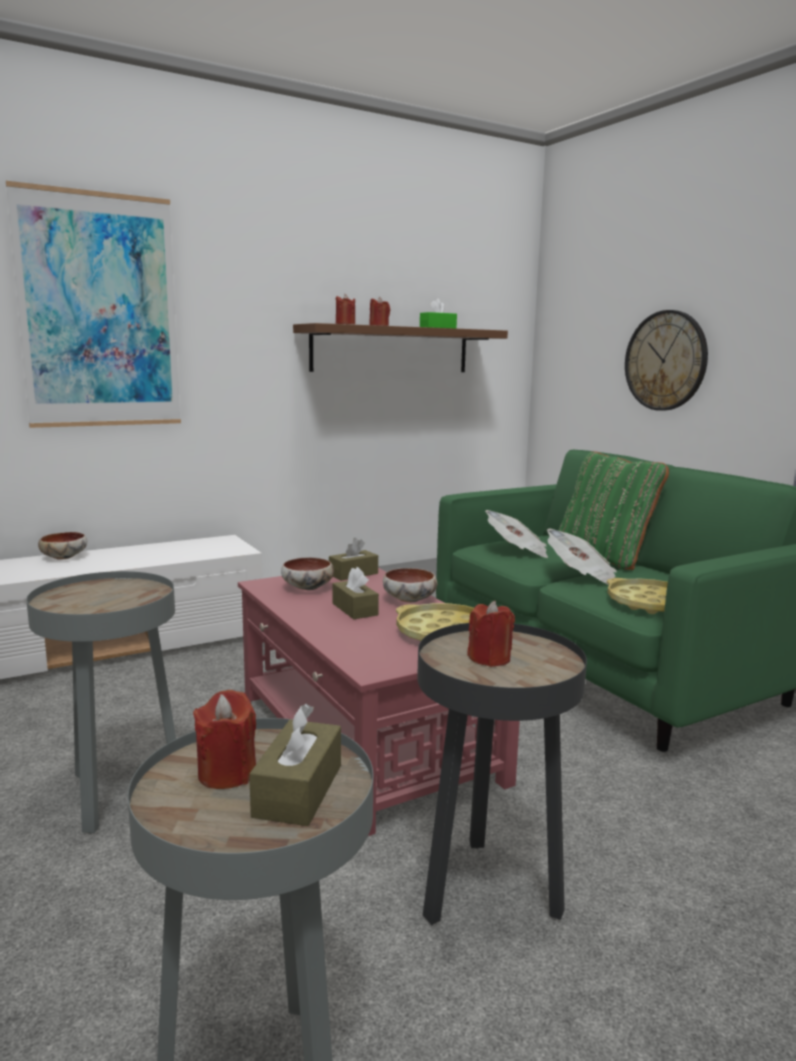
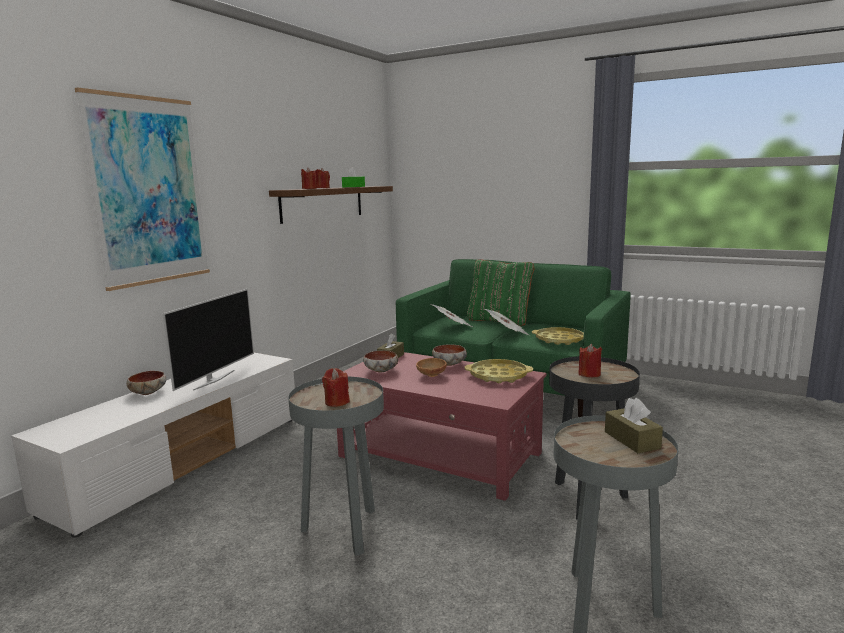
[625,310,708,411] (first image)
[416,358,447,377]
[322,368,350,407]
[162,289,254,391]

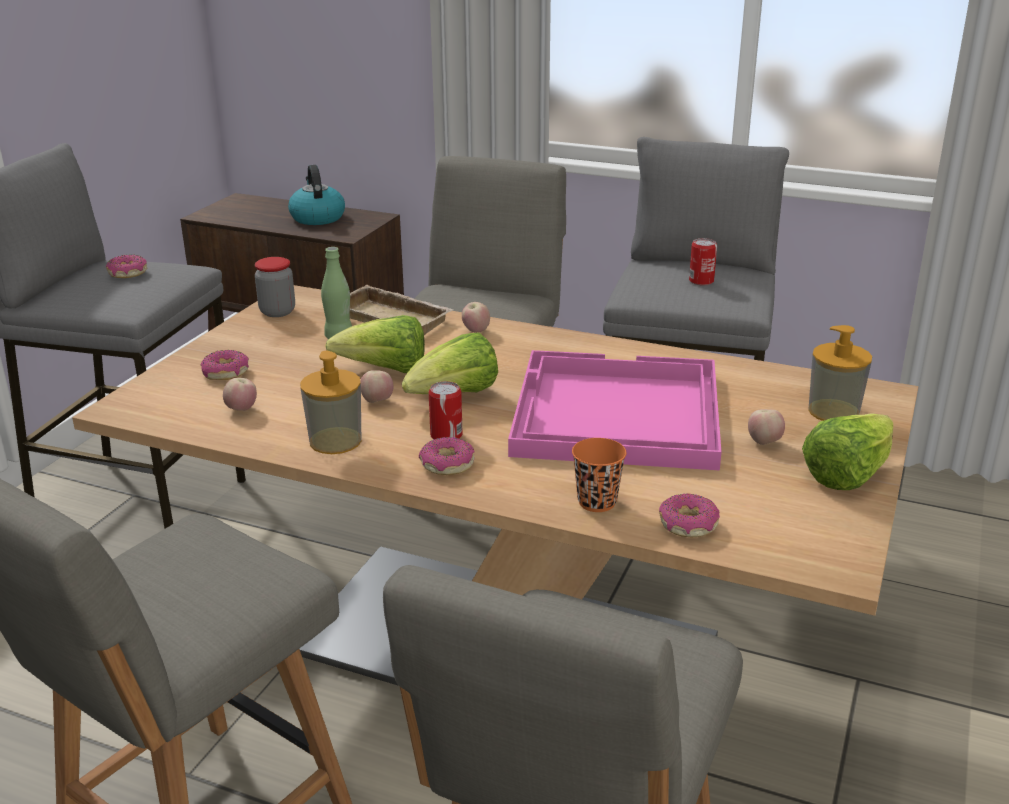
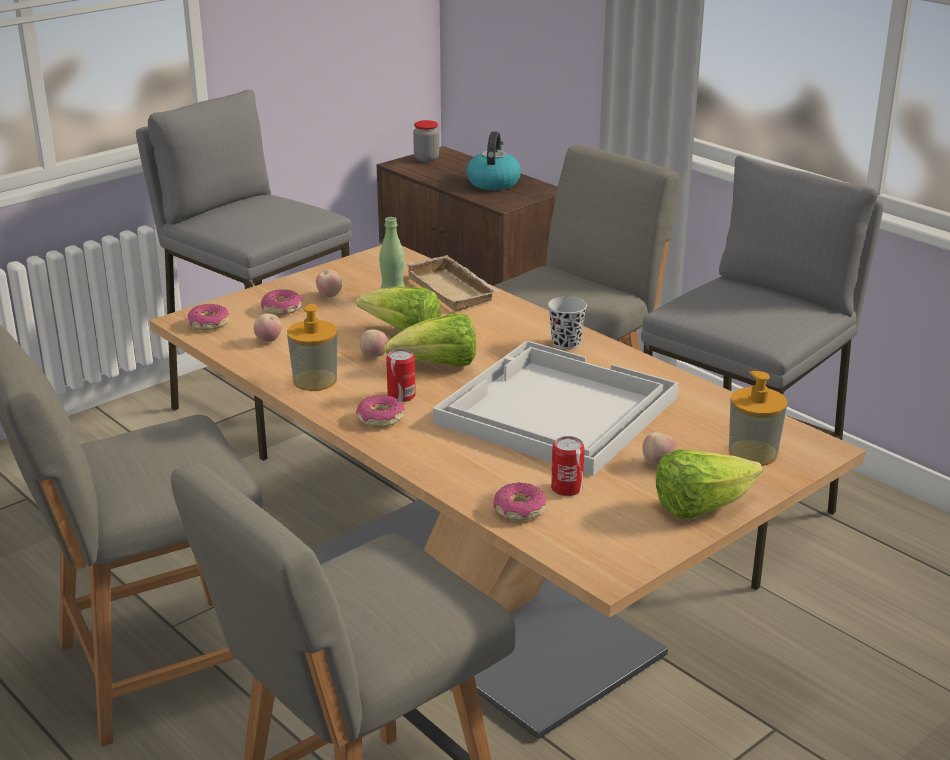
[551,436,585,496]
[188,304,229,330]
[413,120,439,162]
[316,269,342,297]
[433,341,678,476]
[572,438,626,512] (first image)
[548,297,587,350]

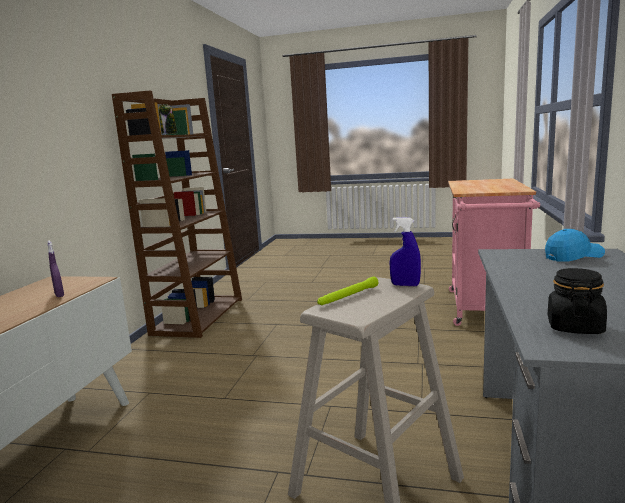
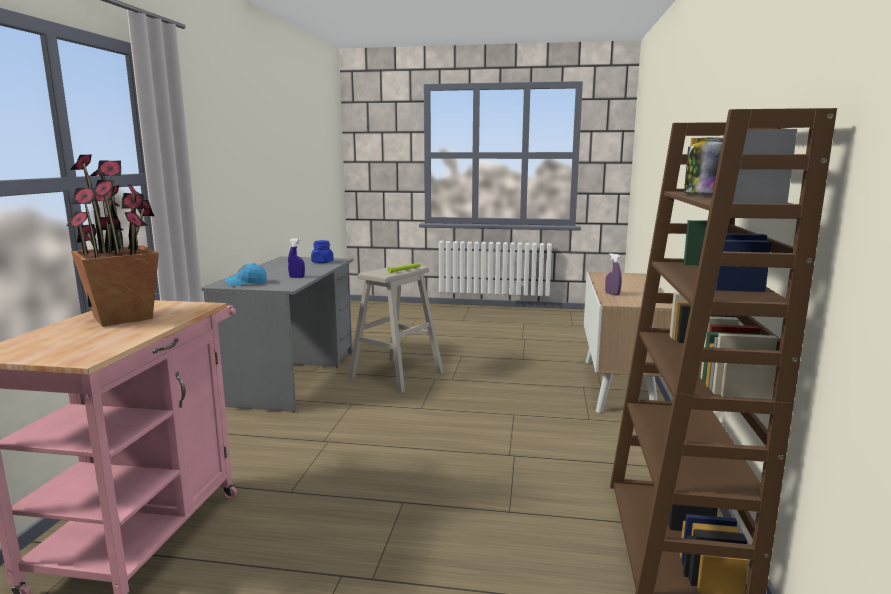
[288,238,305,278]
[311,240,334,263]
[66,154,159,327]

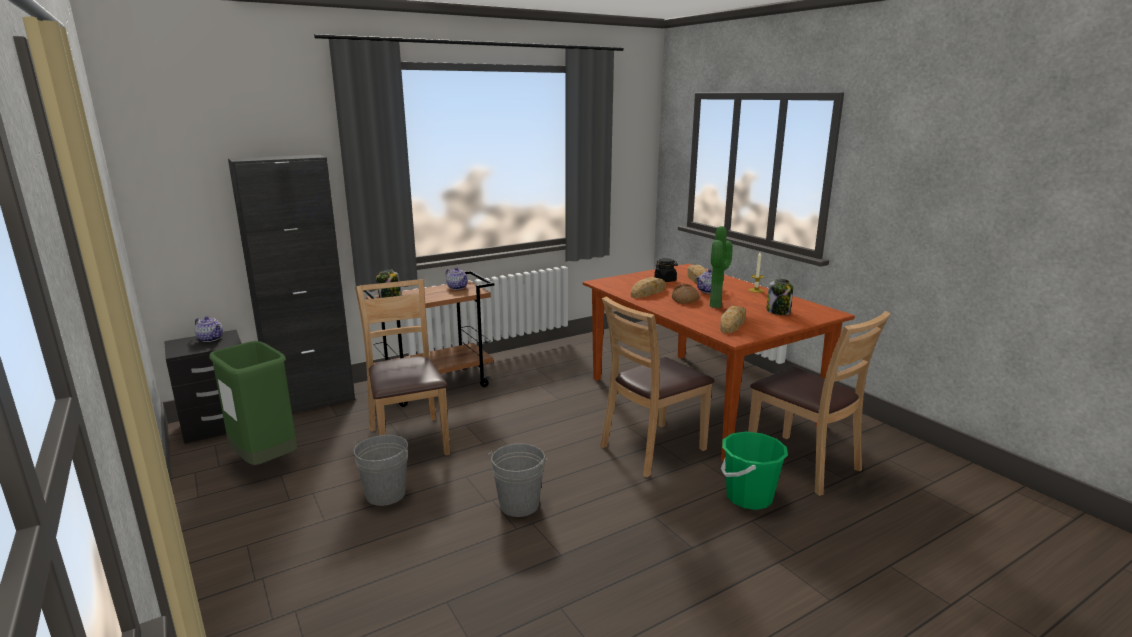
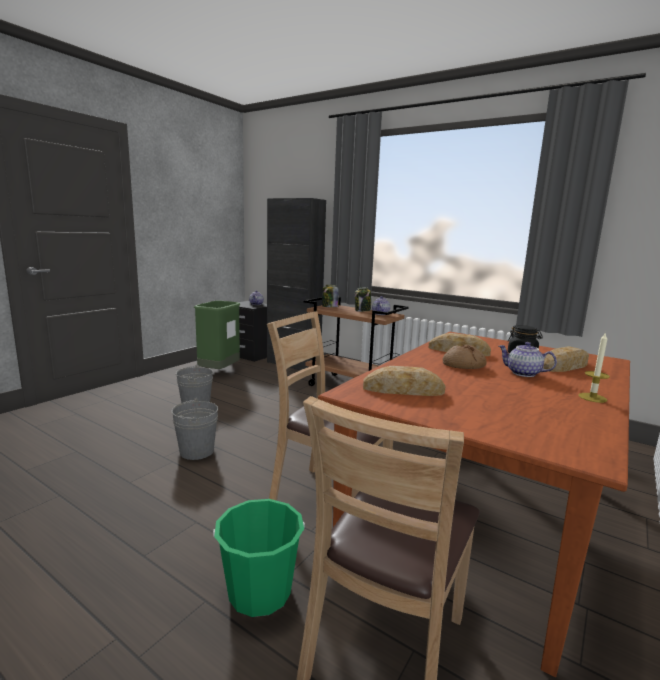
[710,226,733,308] (first image)
[355,287,371,312]
[355,279,450,456] (first image)

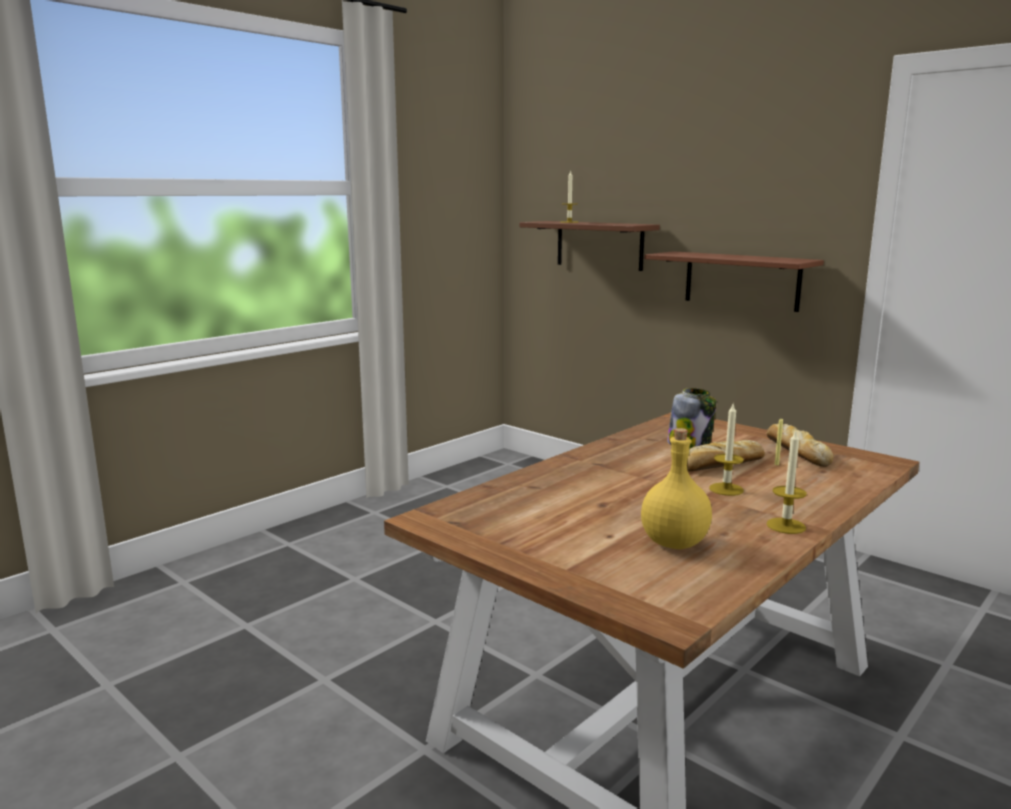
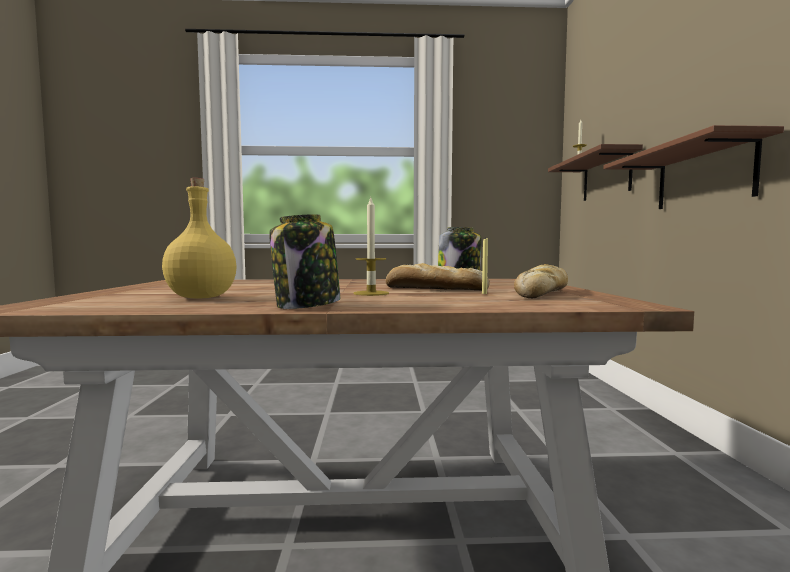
[269,214,340,309]

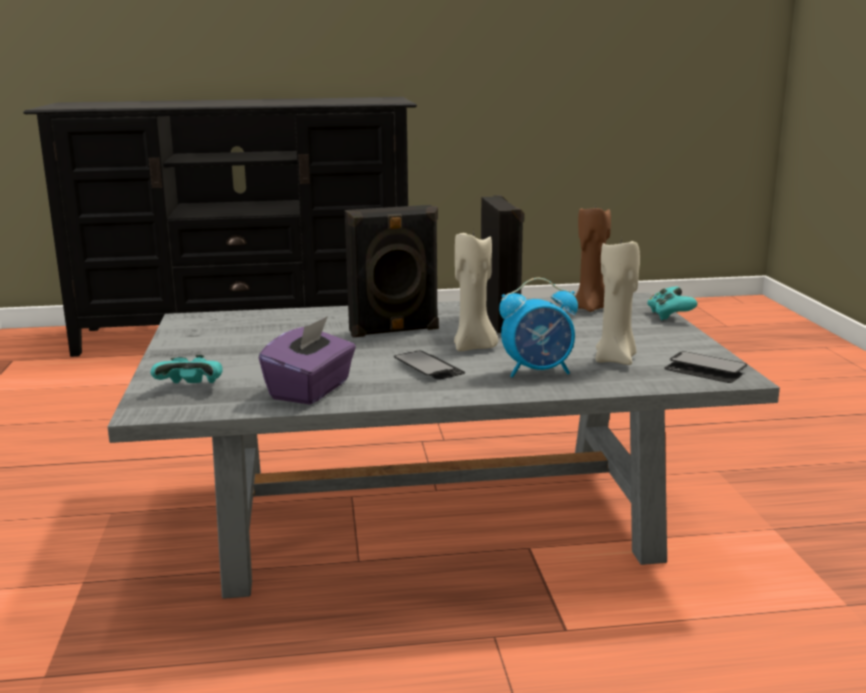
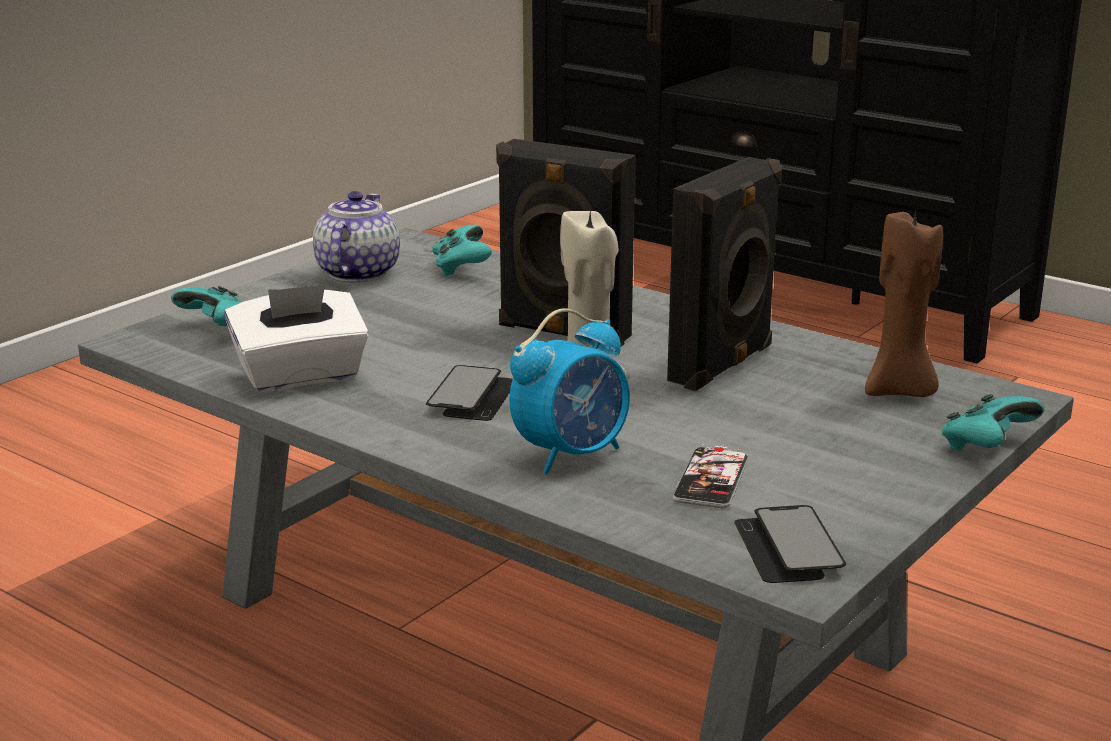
[672,444,749,508]
[509,308,630,475]
[225,284,369,392]
[313,191,400,282]
[432,225,492,276]

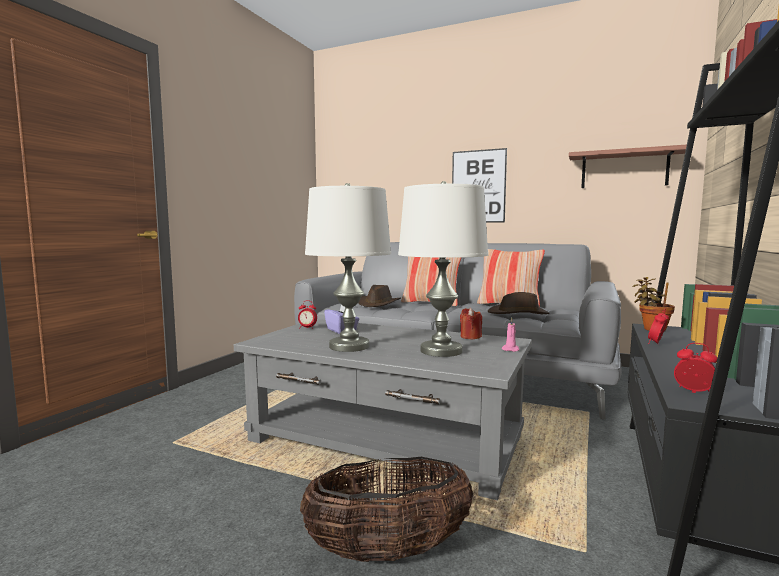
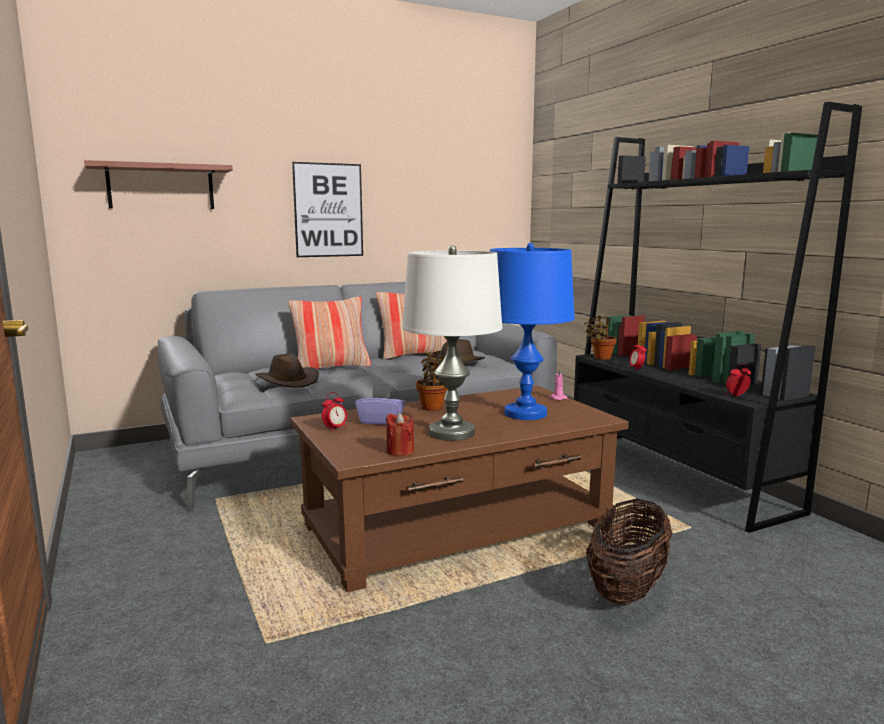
[84,160,233,209]
[490,243,575,420]
[386,413,414,456]
[290,386,629,593]
[416,351,448,411]

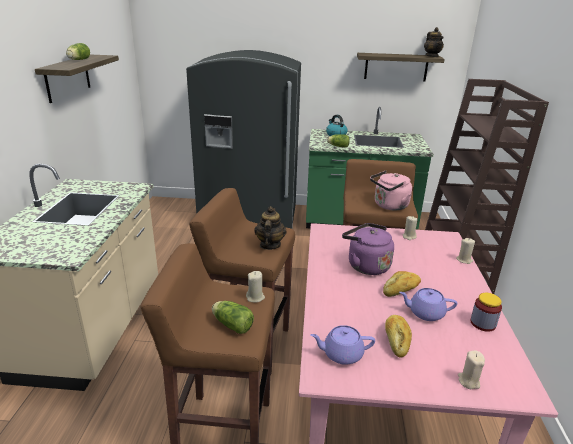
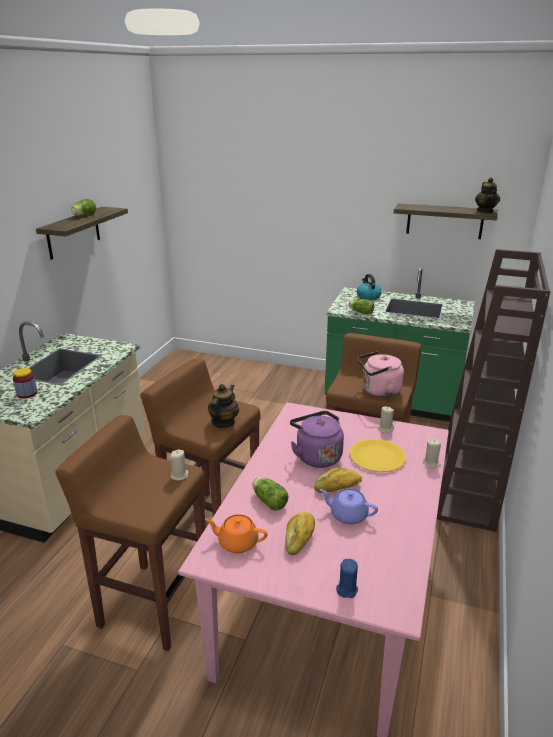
[186,50,301,229] (first image)
[13,368,38,398]
[253,478,288,510]
[205,514,268,553]
[336,559,358,598]
[350,439,406,472]

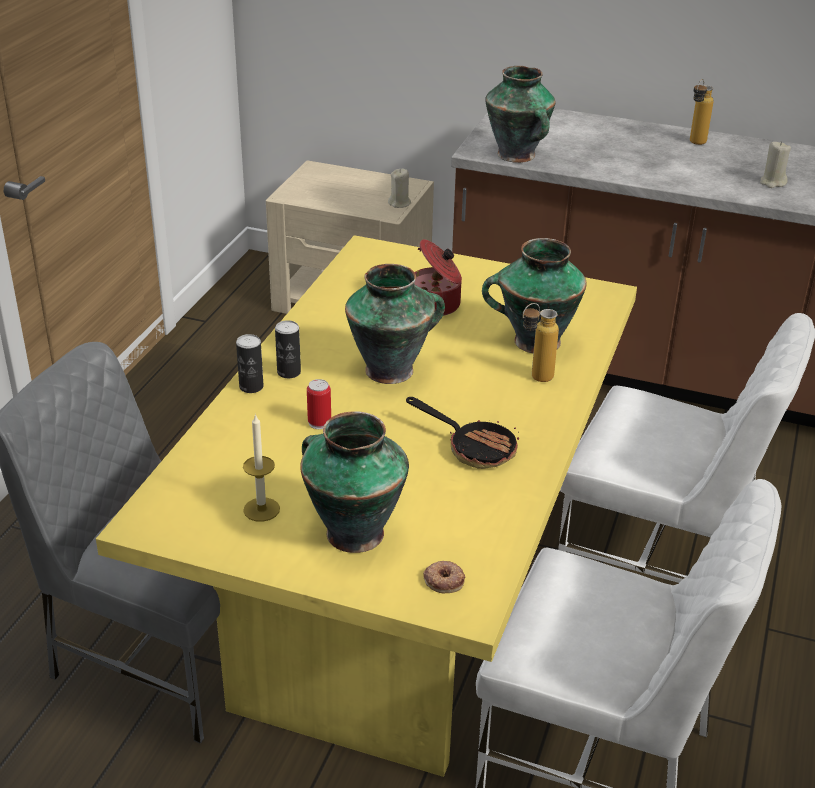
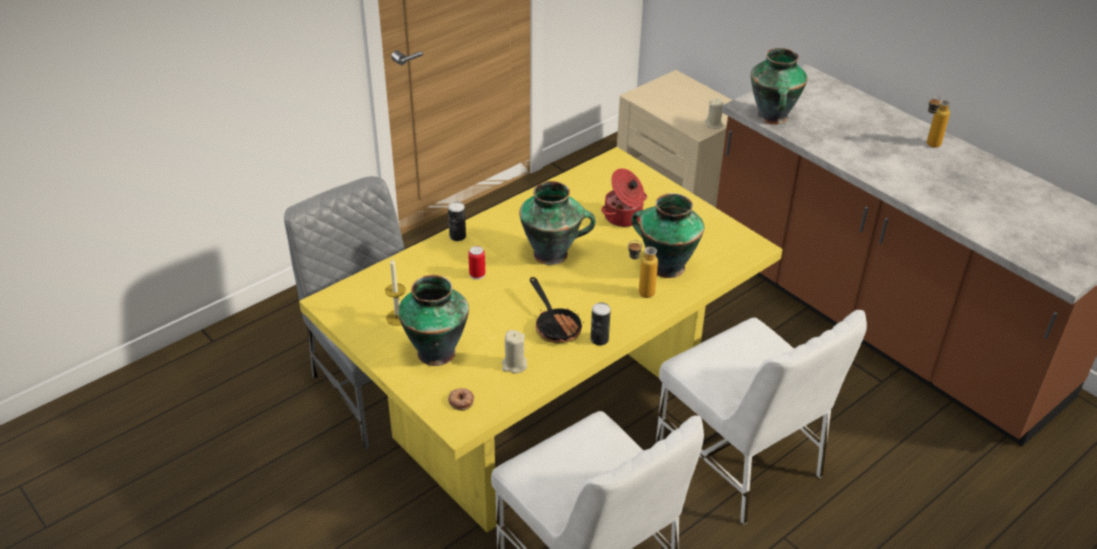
[502,330,527,373]
[591,302,611,345]

